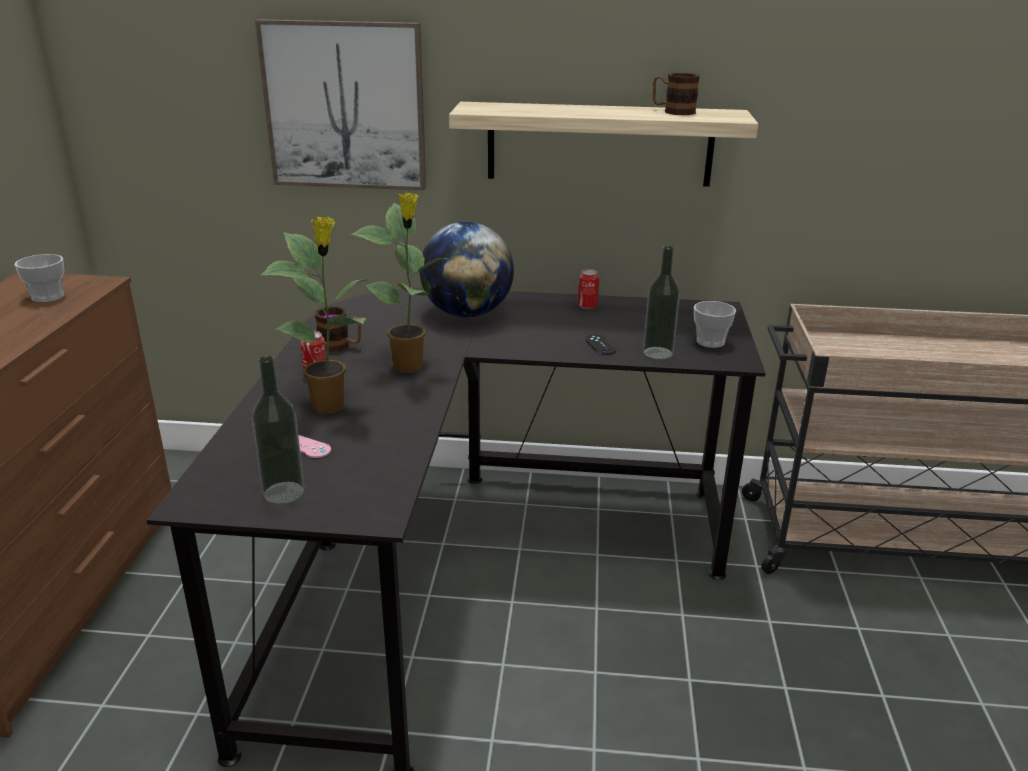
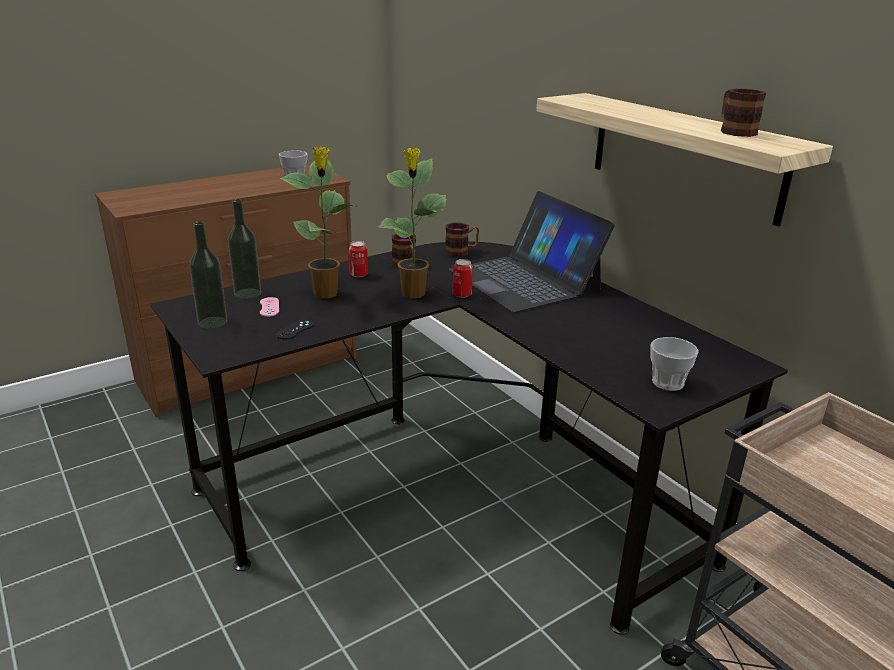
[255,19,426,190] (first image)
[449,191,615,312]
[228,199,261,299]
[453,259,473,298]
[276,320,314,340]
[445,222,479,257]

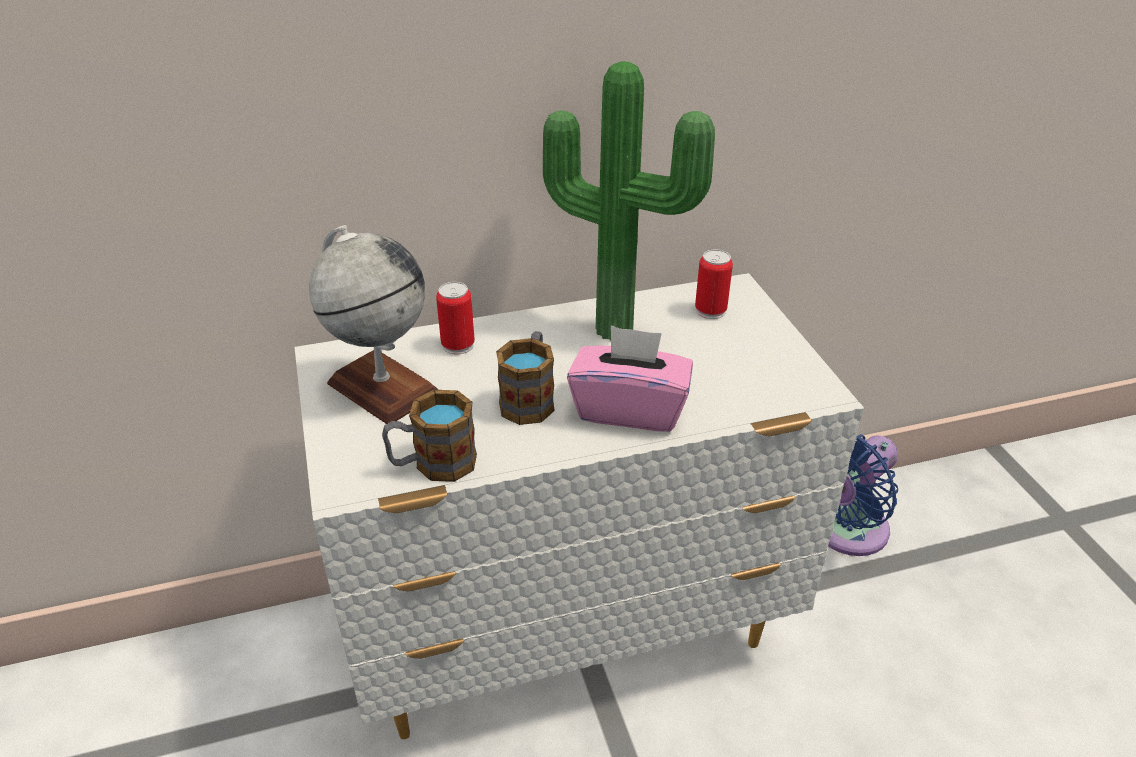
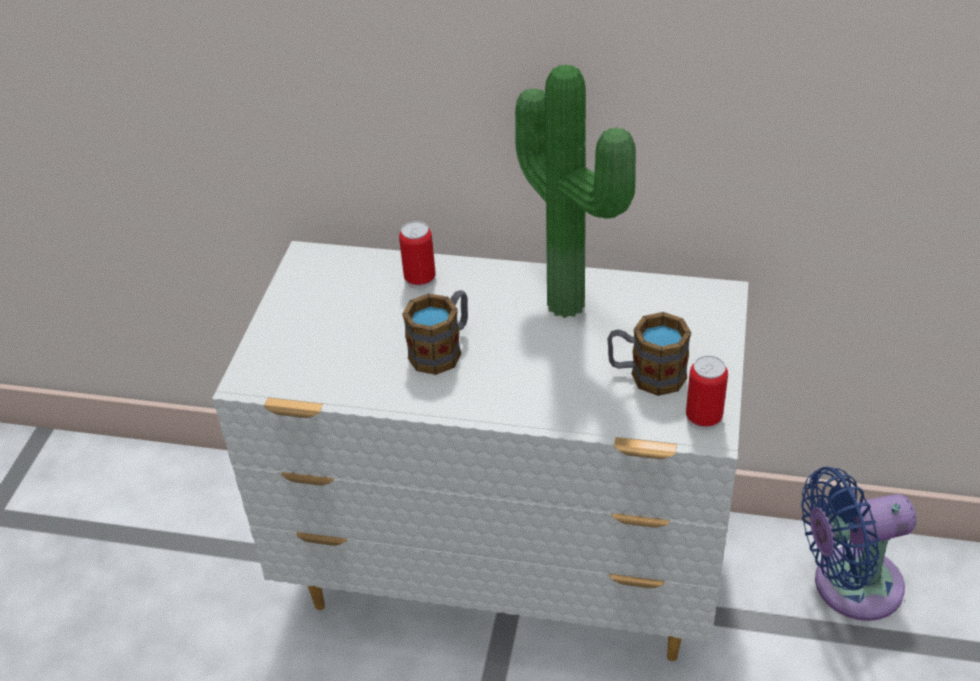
[309,225,439,424] (first image)
[686,355,728,430]
[567,325,693,432] (first image)
[607,312,691,396]

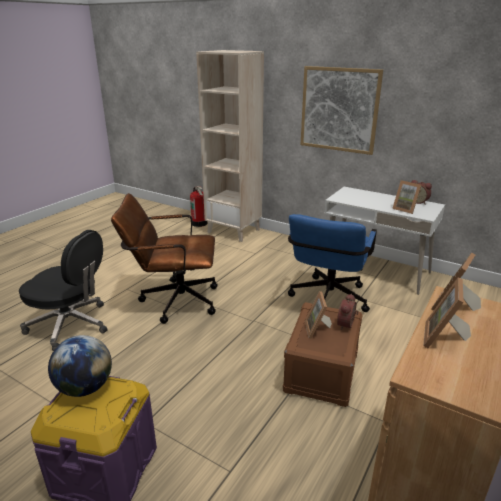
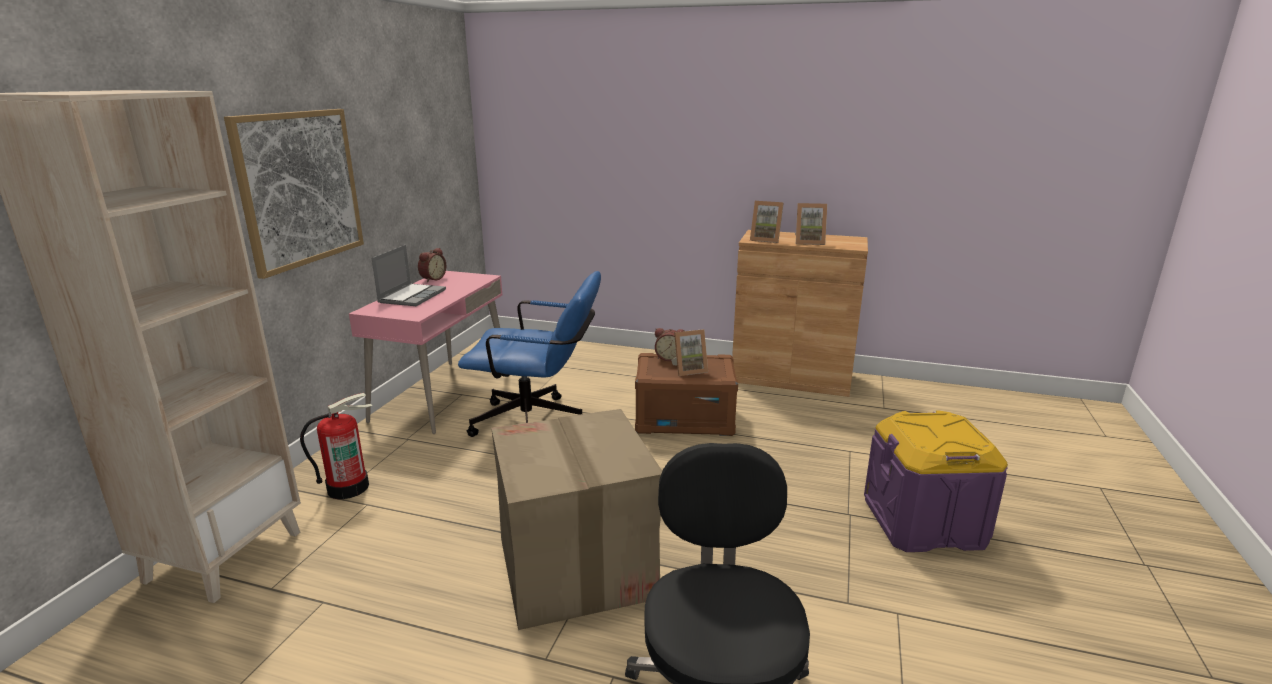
[392,180,422,214] (first image)
[300,393,372,499]
[349,271,502,434]
[491,409,662,630]
[48,335,112,397] (first image)
[372,245,446,306]

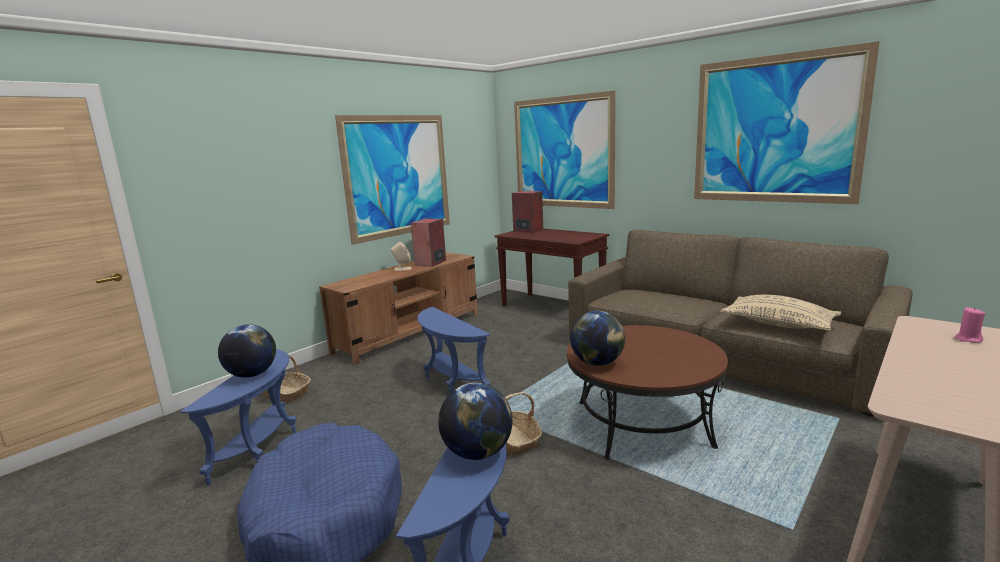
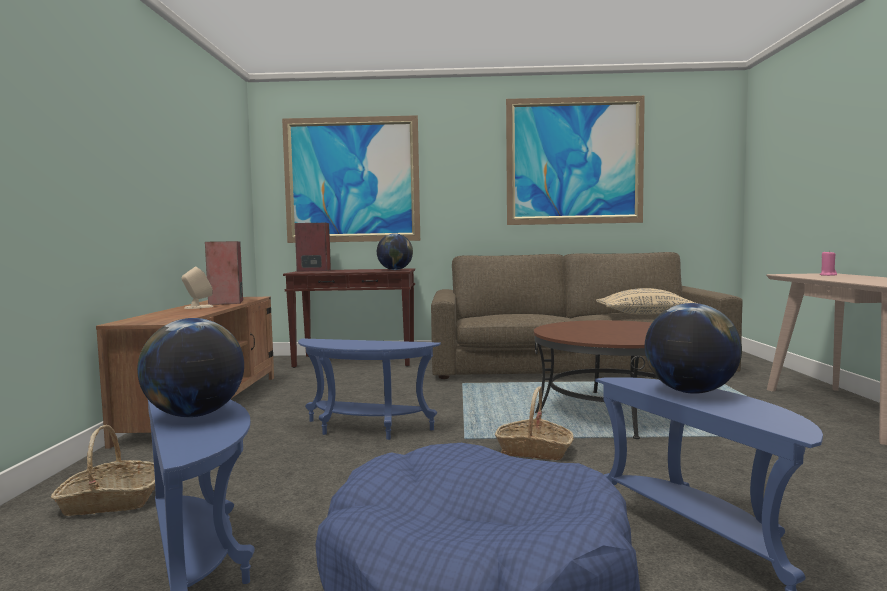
[335,115,450,245] (first image)
[377,233,413,270]

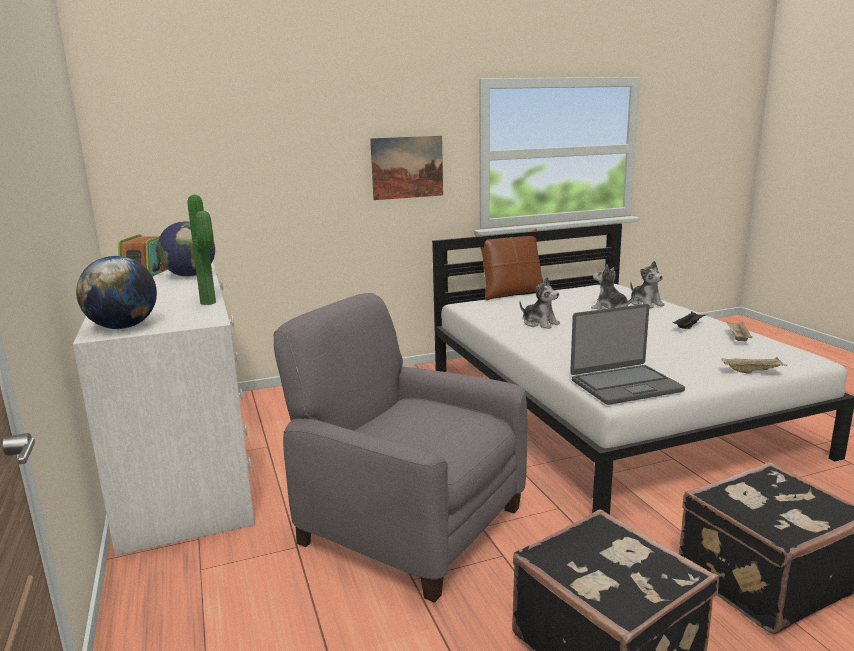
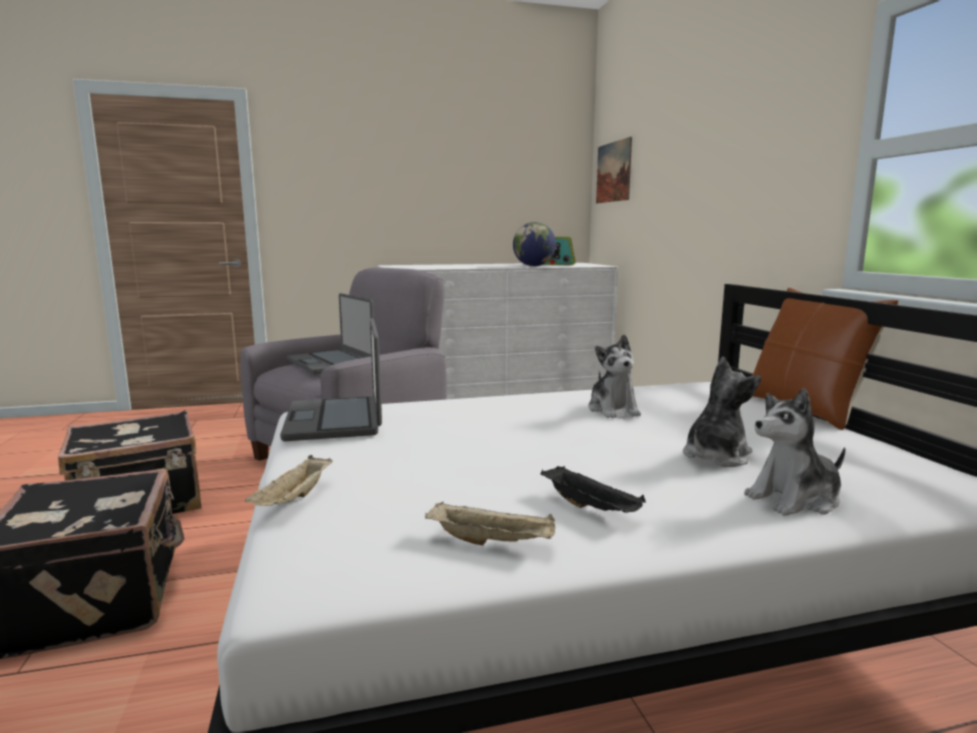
[596,137,632,203]
[187,195,216,305] (first image)
[76,256,157,329] (first image)
[588,334,641,418]
[287,293,374,374]

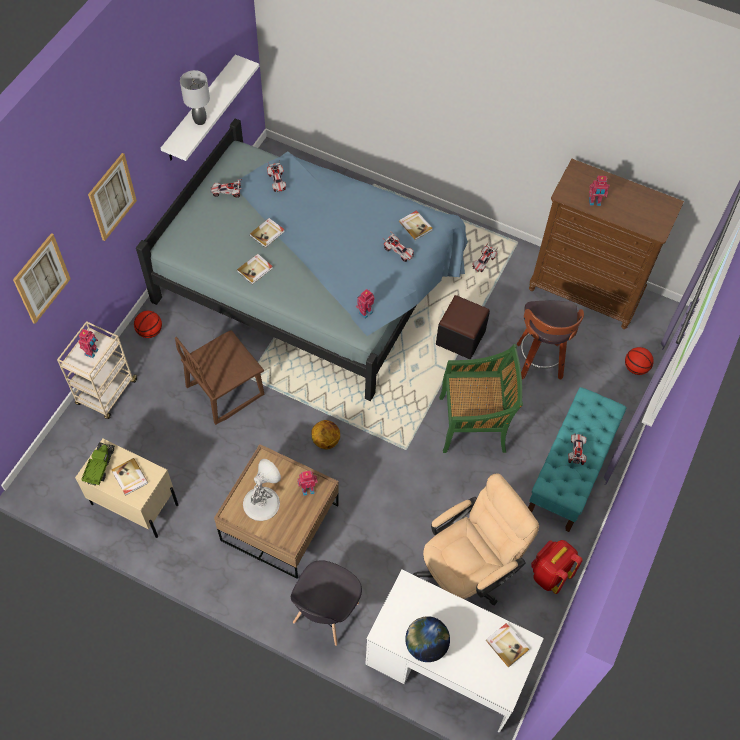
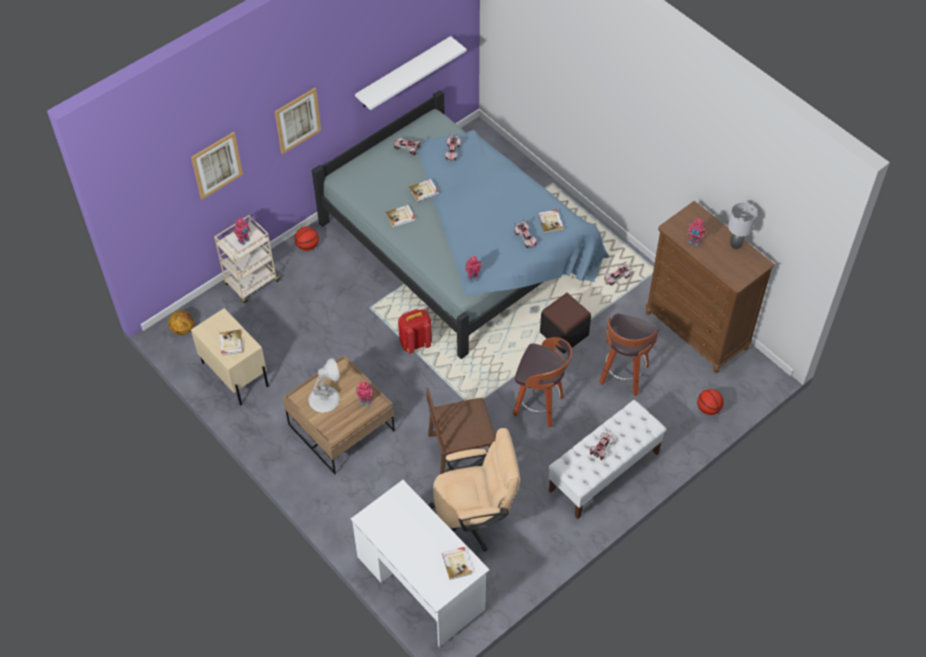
[728,202,757,249]
[426,388,496,474]
[513,337,572,428]
[548,400,667,519]
[168,310,194,336]
[81,442,114,486] (first image)
[398,309,432,354]
[290,560,362,646] (first image)
[405,616,450,662] (first image)

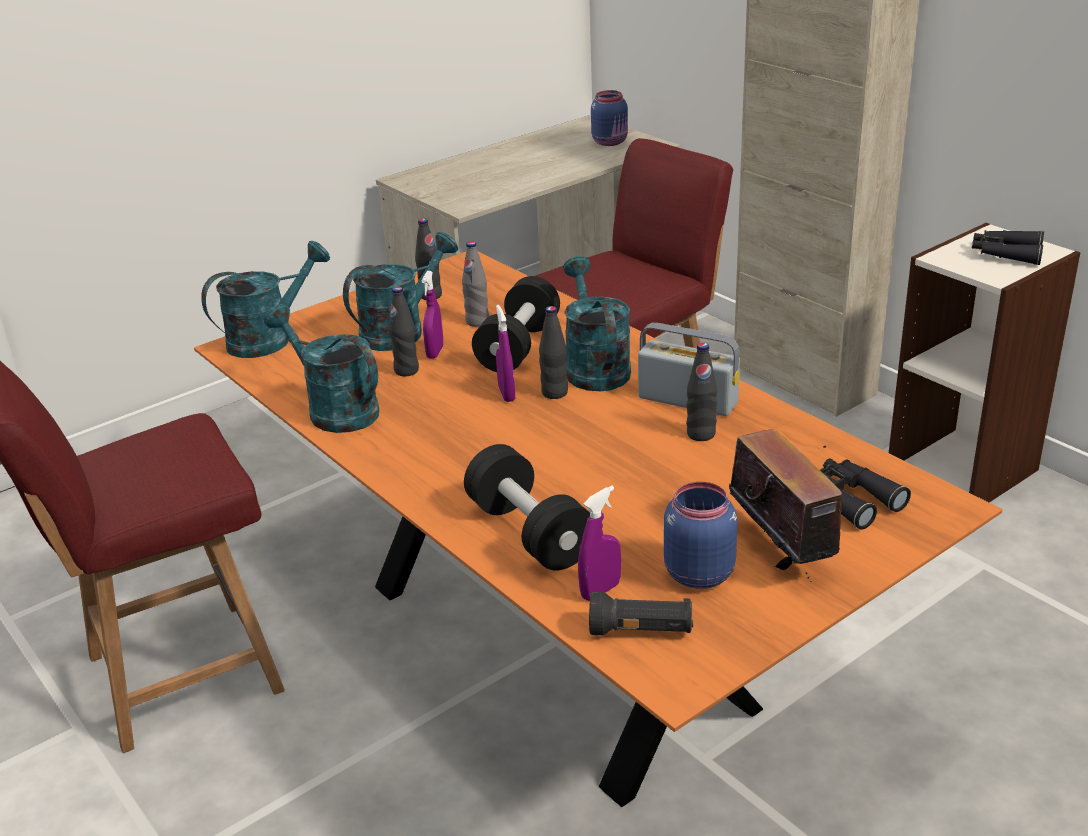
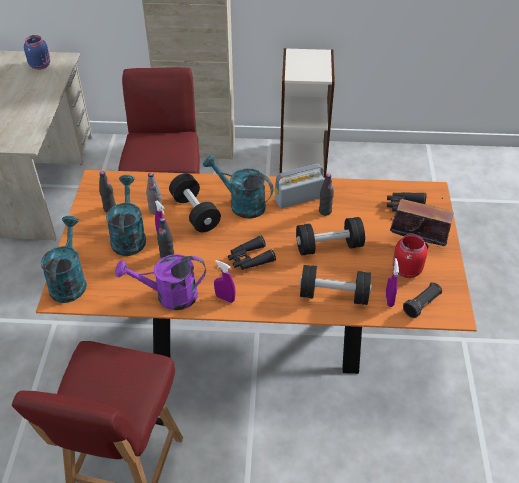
[228,236,276,270]
[115,254,206,310]
[214,260,236,303]
[539,306,568,399] (first image)
[392,234,428,278]
[296,217,365,255]

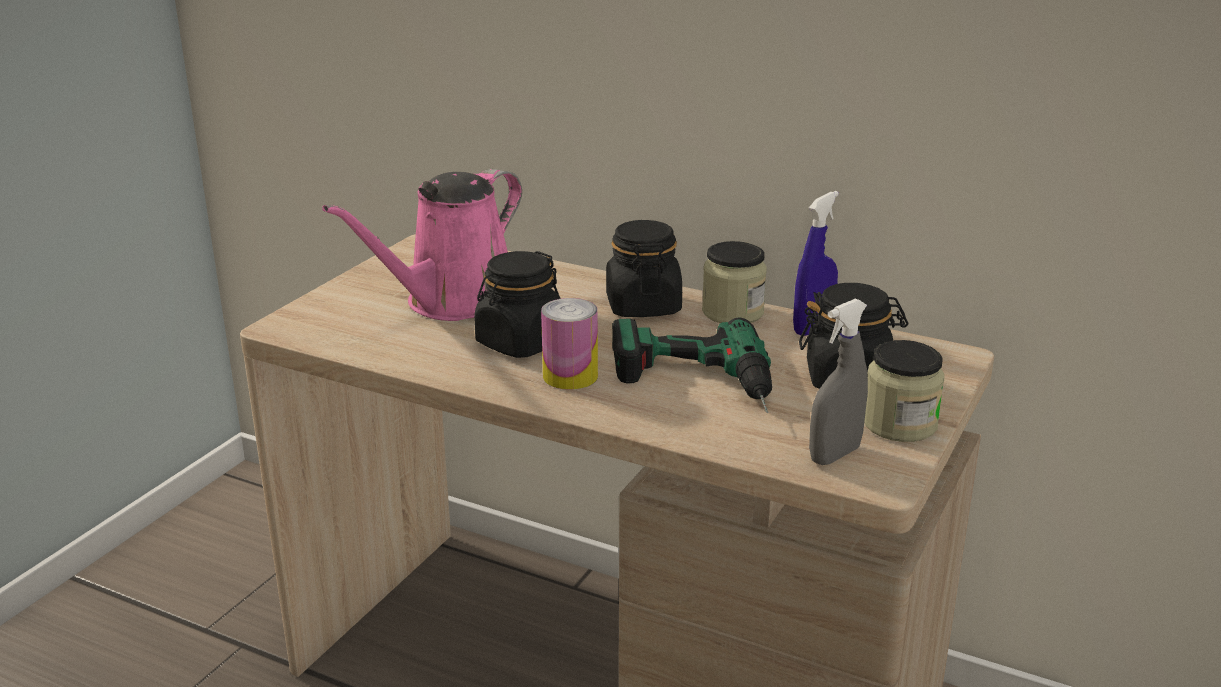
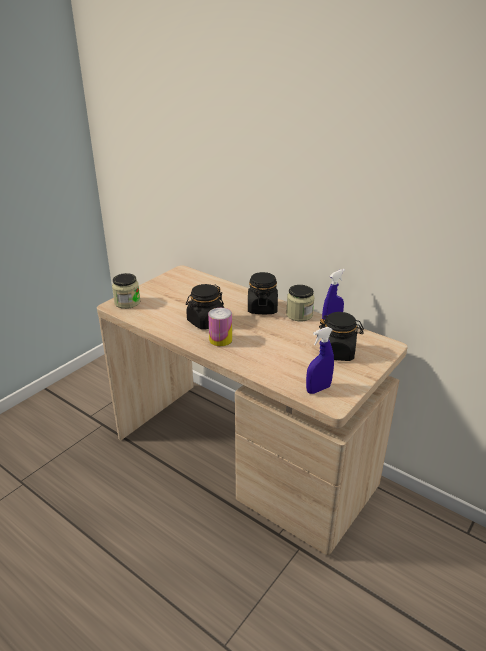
[322,169,522,321] (first image)
[306,327,334,394]
[612,318,772,413] (first image)
[112,273,140,309]

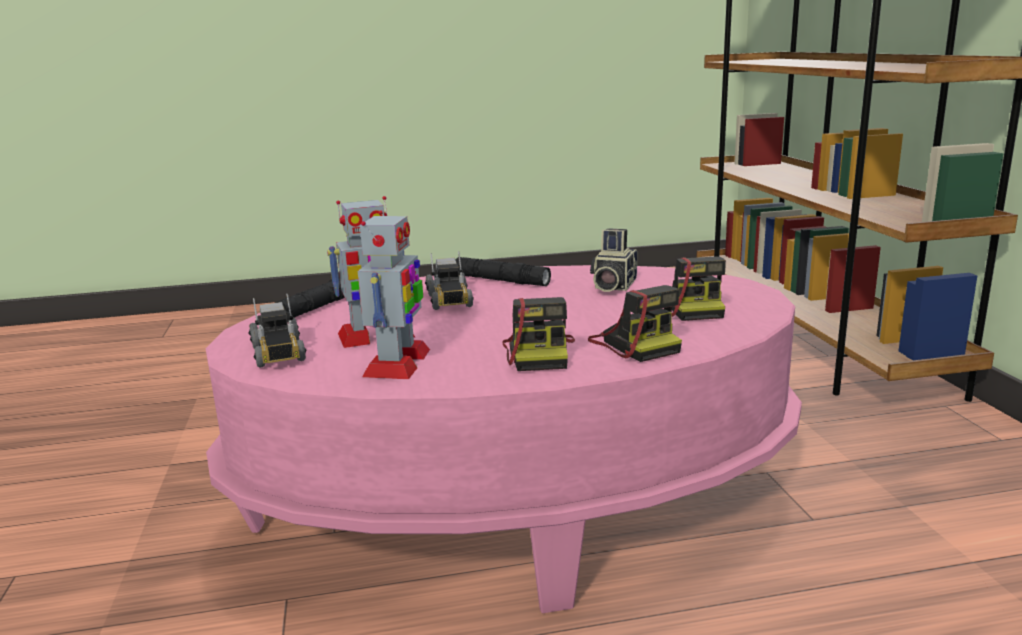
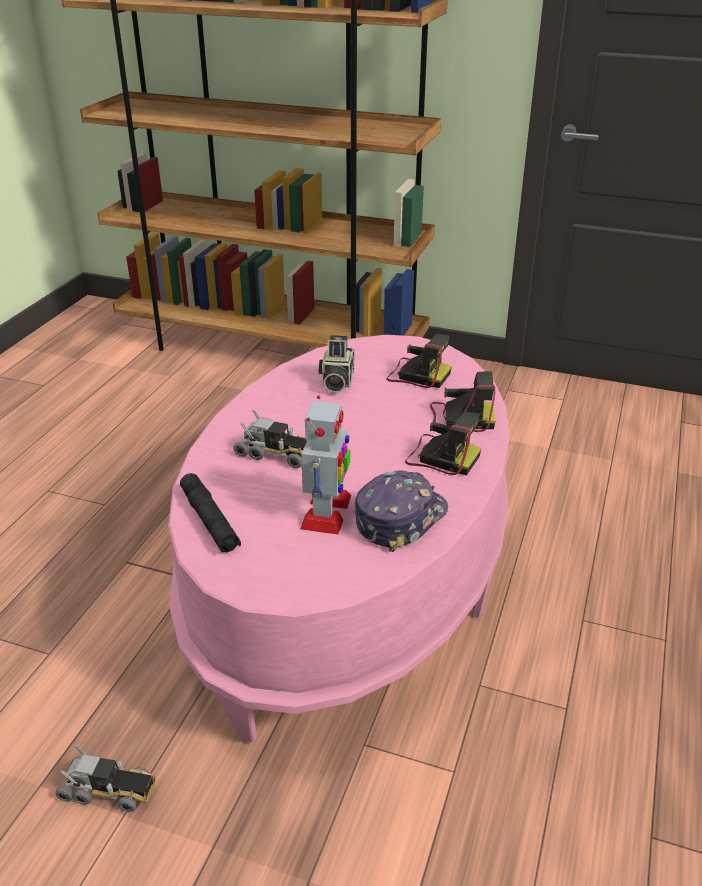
[355,470,448,552]
[318,335,354,393]
[456,257,551,286] (first image)
[55,745,156,812]

